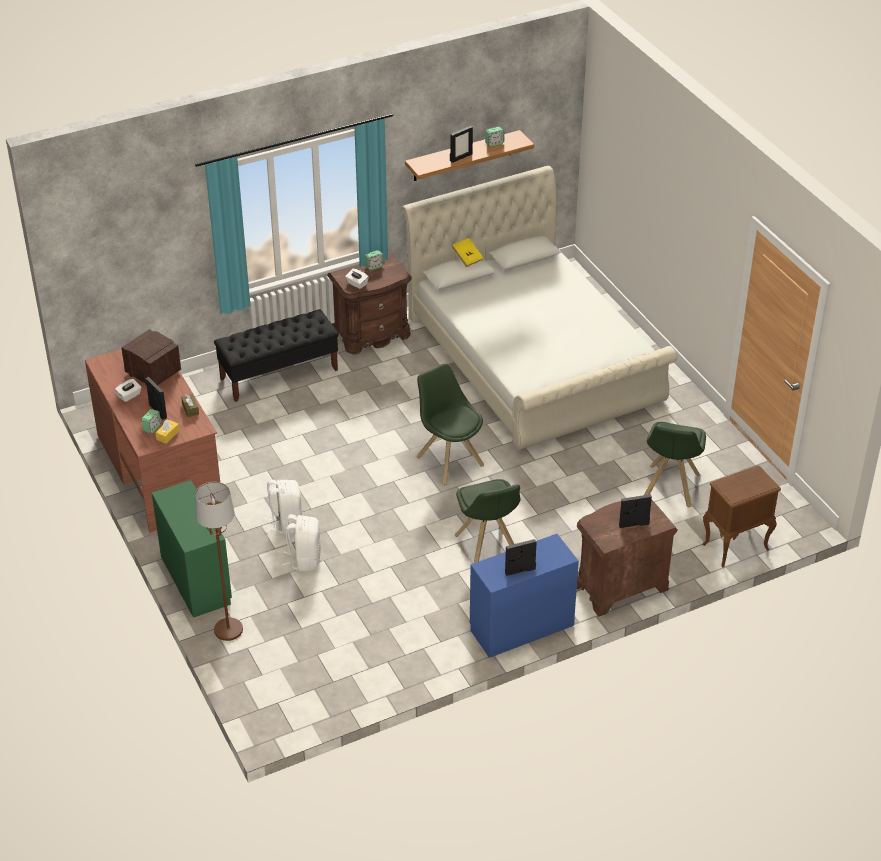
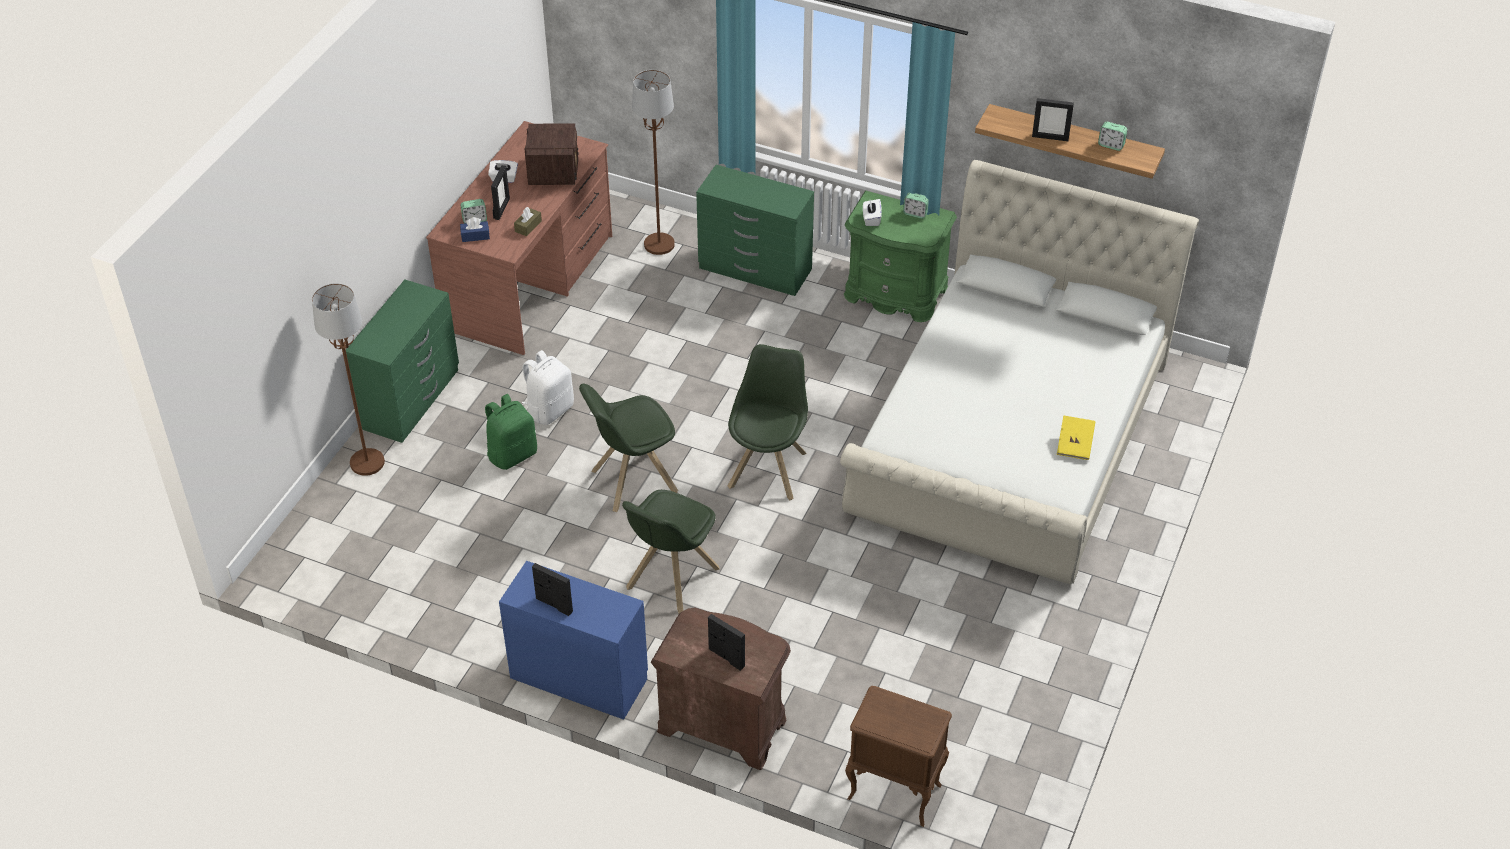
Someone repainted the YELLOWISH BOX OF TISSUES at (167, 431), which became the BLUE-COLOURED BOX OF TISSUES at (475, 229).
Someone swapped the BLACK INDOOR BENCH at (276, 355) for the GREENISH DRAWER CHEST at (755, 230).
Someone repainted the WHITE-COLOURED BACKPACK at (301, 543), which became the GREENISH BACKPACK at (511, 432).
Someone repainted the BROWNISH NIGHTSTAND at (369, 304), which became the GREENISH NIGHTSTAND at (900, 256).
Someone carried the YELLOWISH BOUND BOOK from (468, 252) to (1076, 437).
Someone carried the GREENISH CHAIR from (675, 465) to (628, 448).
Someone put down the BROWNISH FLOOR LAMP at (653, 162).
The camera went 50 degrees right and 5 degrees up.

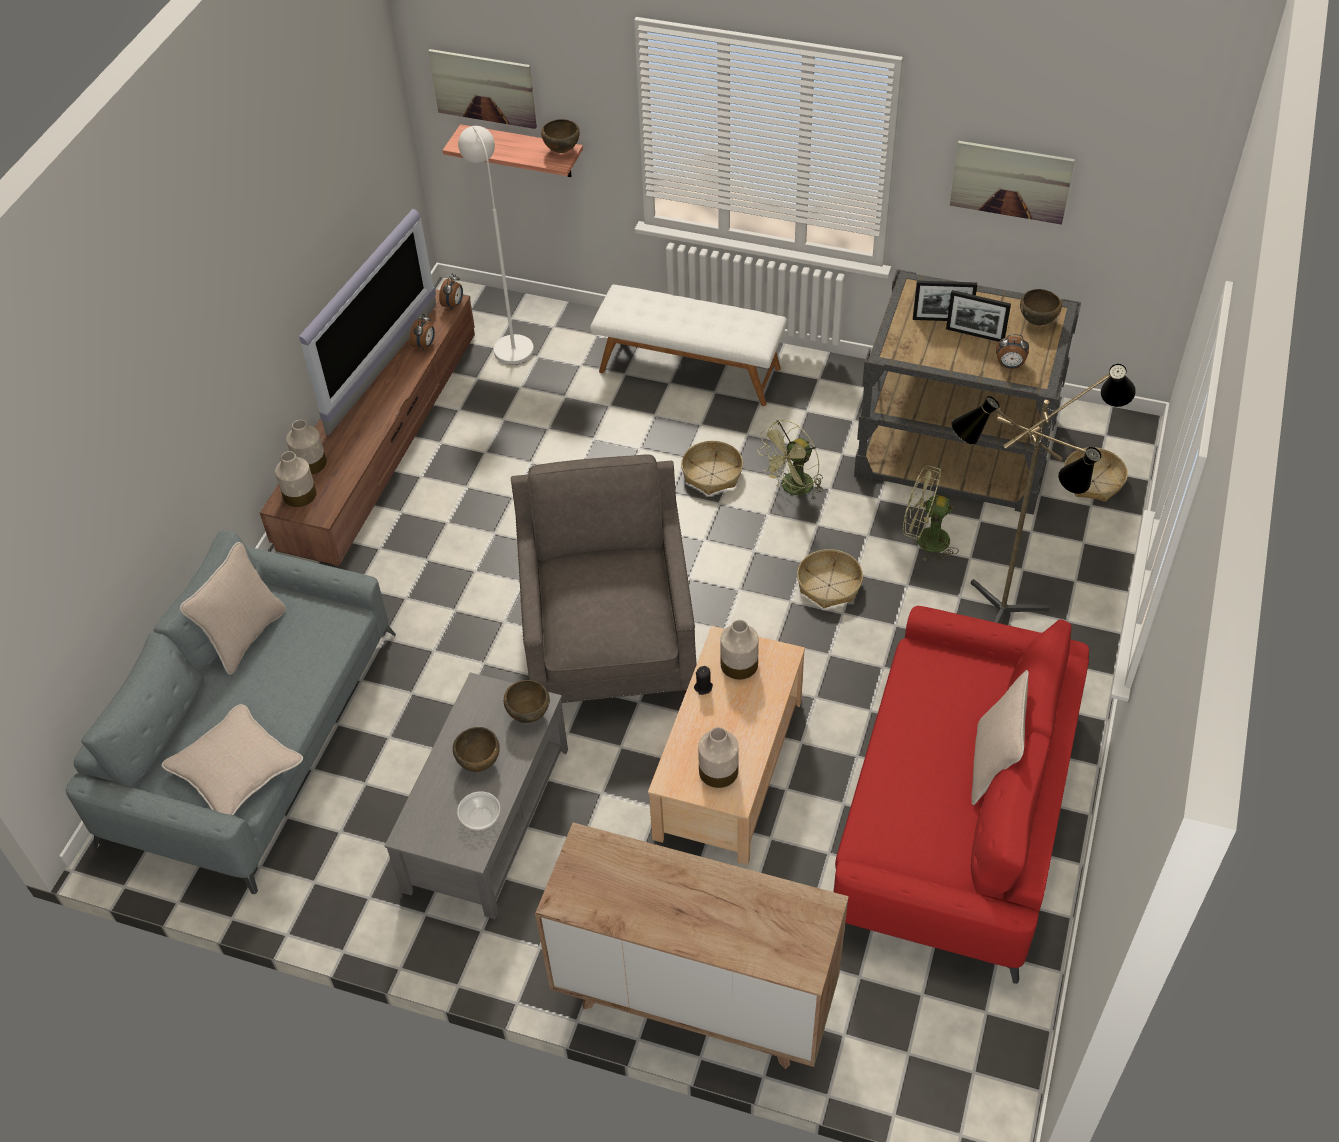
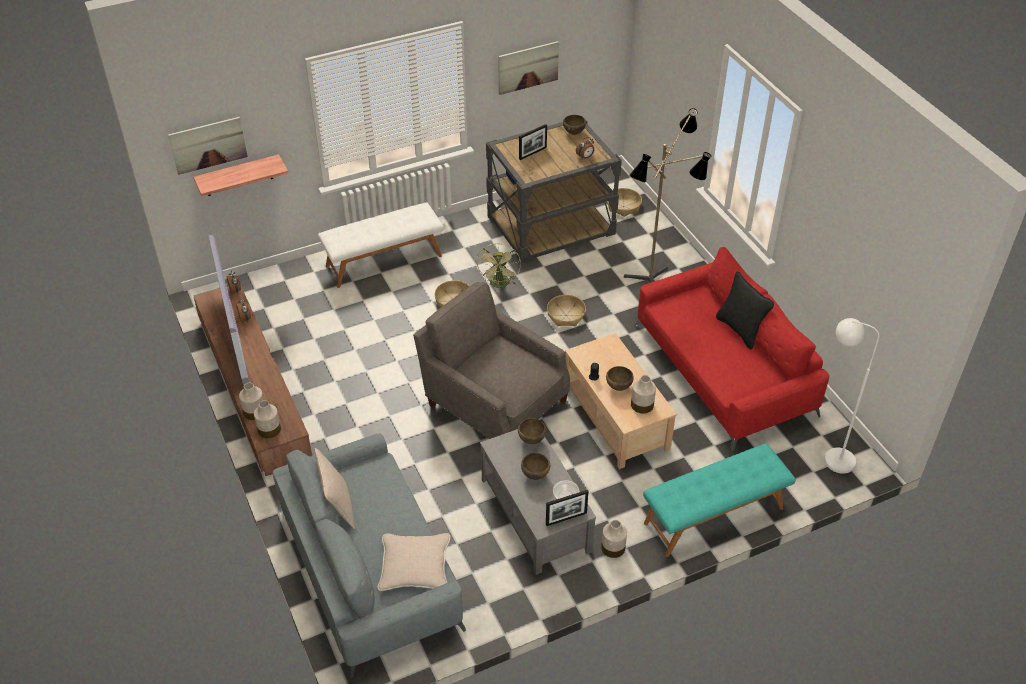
Someone carried the WHITE-COLOURED FLOOR LAMP from (496, 245) to (852, 396).
Someone swapped the DRAWER CHEST at (692, 945) for the BLUE-GREEN INDOOR BENCH at (719, 500).
Someone carried the BROWNISH SERVING BOWL from (560, 136) to (620, 378).
Someone carried the BEIGE DECORATIVE VASE from (739, 649) to (614, 539).
Someone took away the GREENISH FAN at (931, 513).
Someone carried the PHOTO FRAME from (978, 316) to (567, 508).
Someone repainted the BEIGE CUSHION at (1000, 737), which became the BLACK CUSHION at (745, 310).
The camera went 45 degrees left and 5 degrees down.

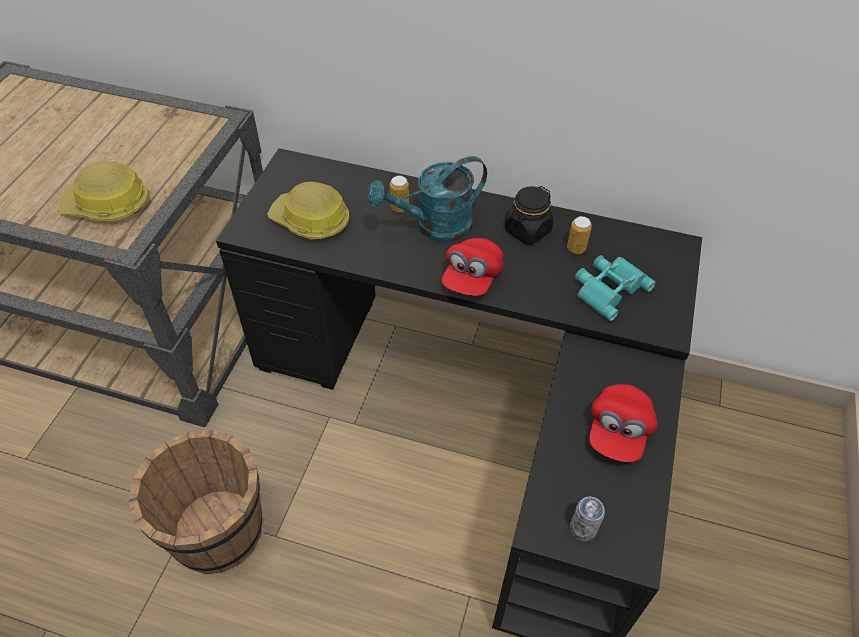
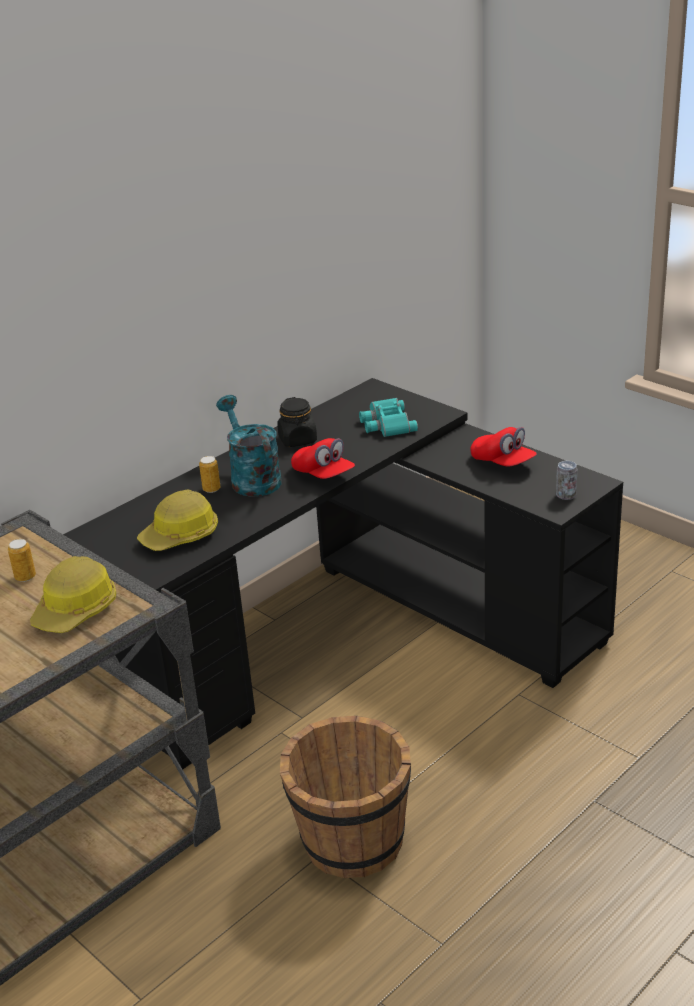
Someone rotated the BLUE-GREEN SPRINKLING CAN at (427, 199) by 150 degrees clockwise.
Someone carried the CAN from (579, 235) to (22, 560).
The camera went 60 degrees left and 20 degrees down.

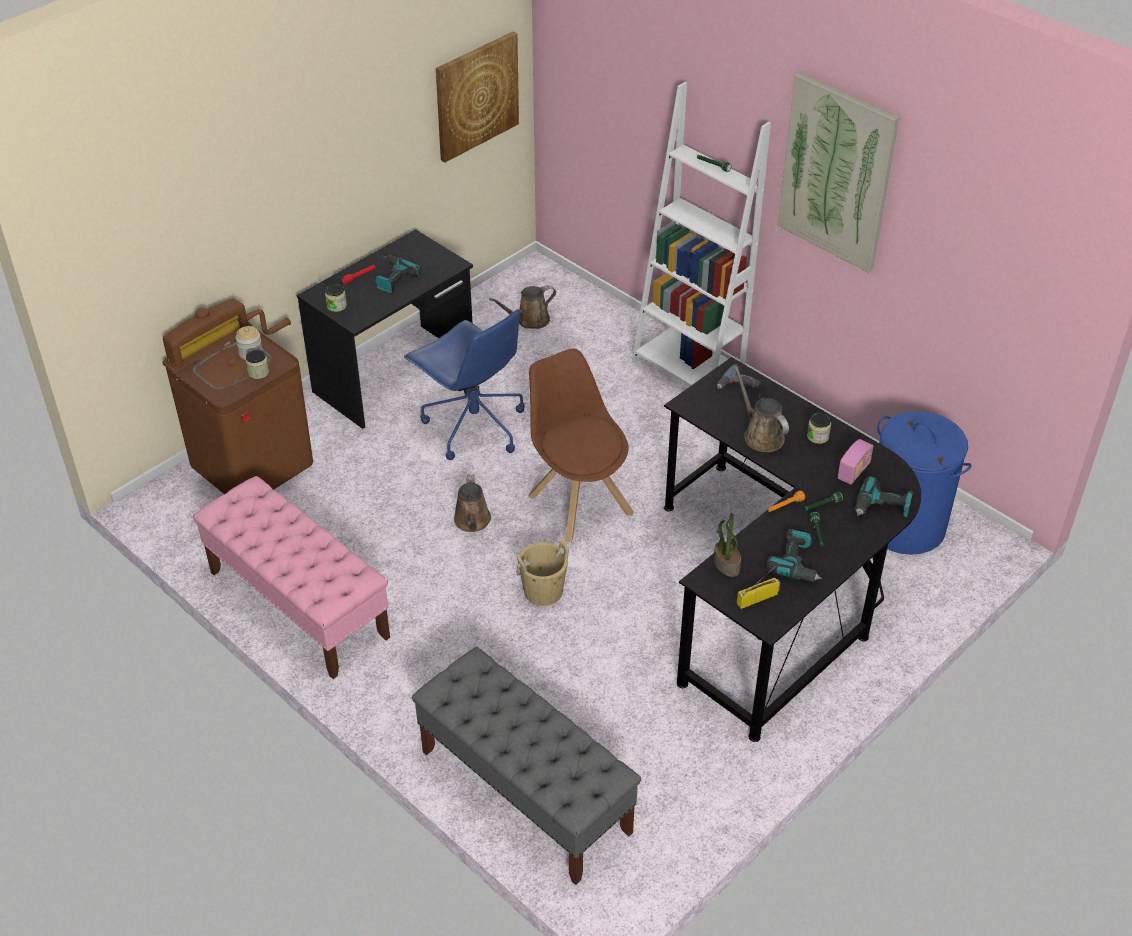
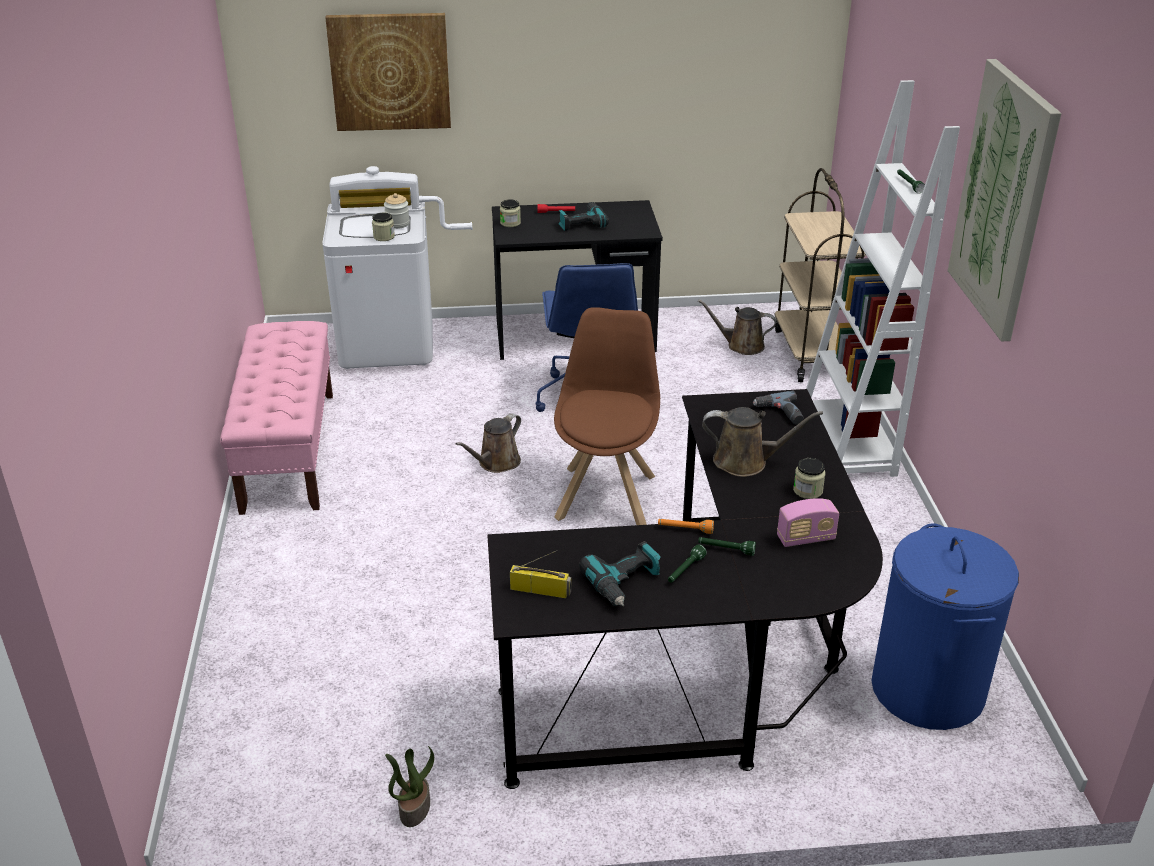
Someone repainted the BROWNISH WASHING MACHINE at (237, 396), which became the WHITE-COLOURED WASHING MACHINE at (397, 267).
Someone took away the GRAY INDOOR BENCH at (526, 766).
Someone carried the WALL PICTURE from (477, 96) to (388, 72).
Someone took away the BEIGE WATER BUCKET at (543, 573).
Someone carried the POTTED PLANT from (727, 545) to (409, 786).
Someone rotated the BROWNISH SPRINKLING CAN at (761, 409) by 90 degrees clockwise.
Someone took away the DRILL at (884, 496).
Someone put down the BEIGE CART at (820, 275).
The camera went 40 degrees right and 10 degrees down.

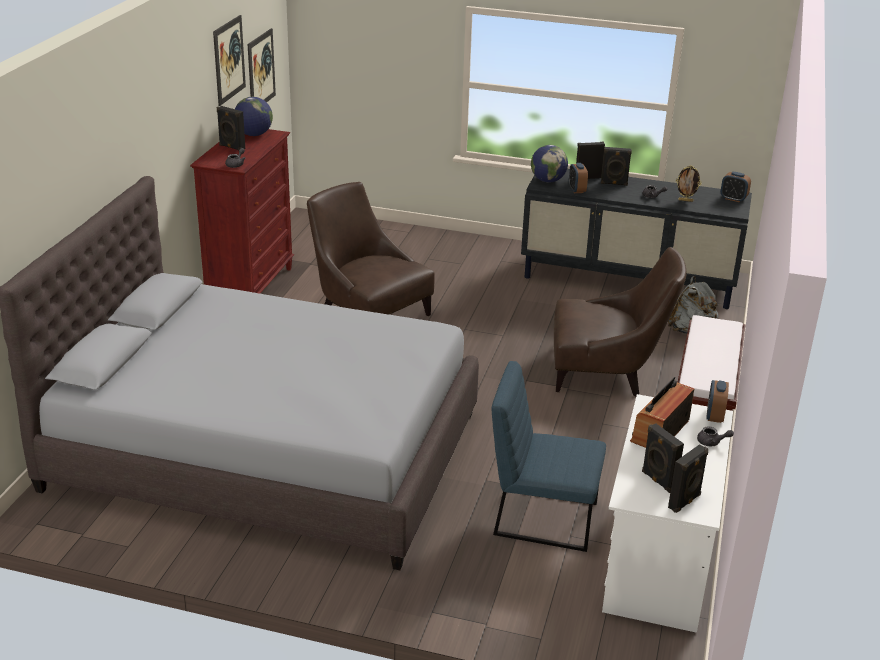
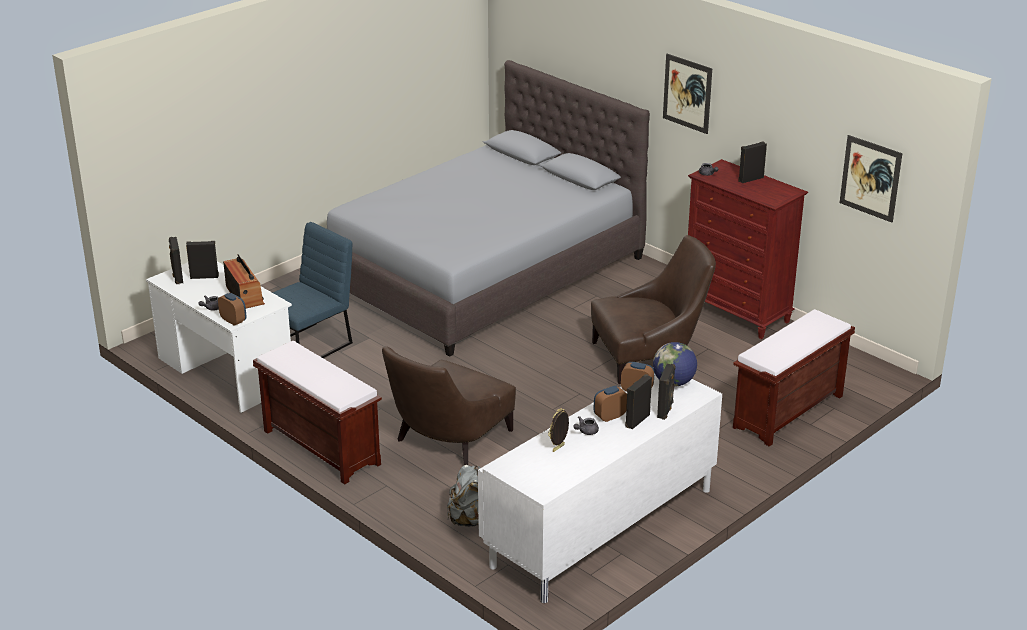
Someone carried the WALL PICTURE from (229, 60) to (687, 94).
Someone took away the DESK GLOBE at (254, 116).
Someone repainted the BLACK CUPBOARD at (636, 239), which became the WHITE-COLOURED CUPBOARD at (600, 488).
Someone carried the TABLE CLOCK from (736, 187) to (610, 404).
Someone put down the BROWNISH INDOOR BENCH at (794, 377).
The camera went 120 degrees right and 0 degrees up.

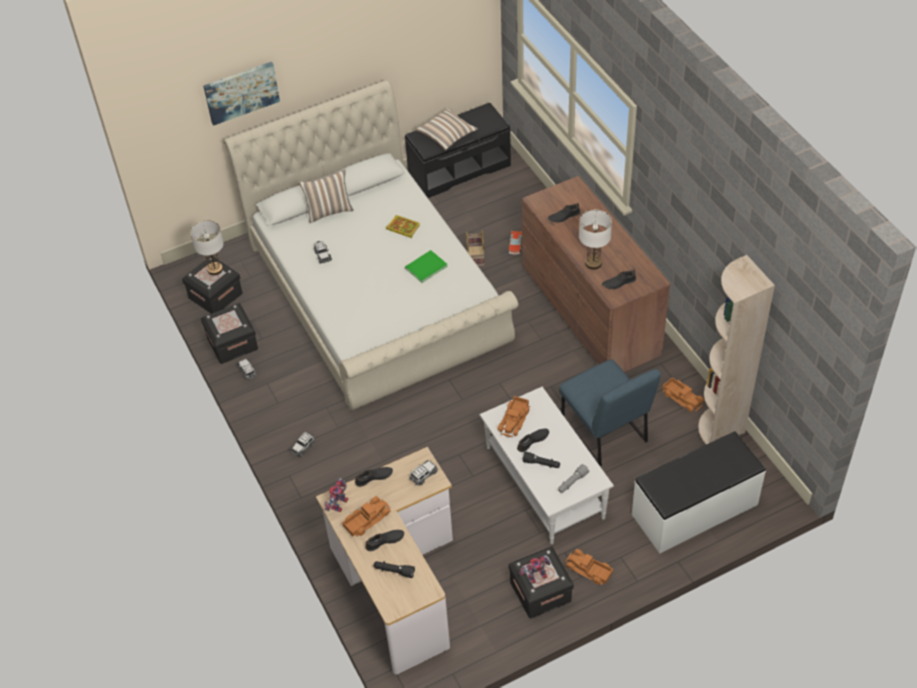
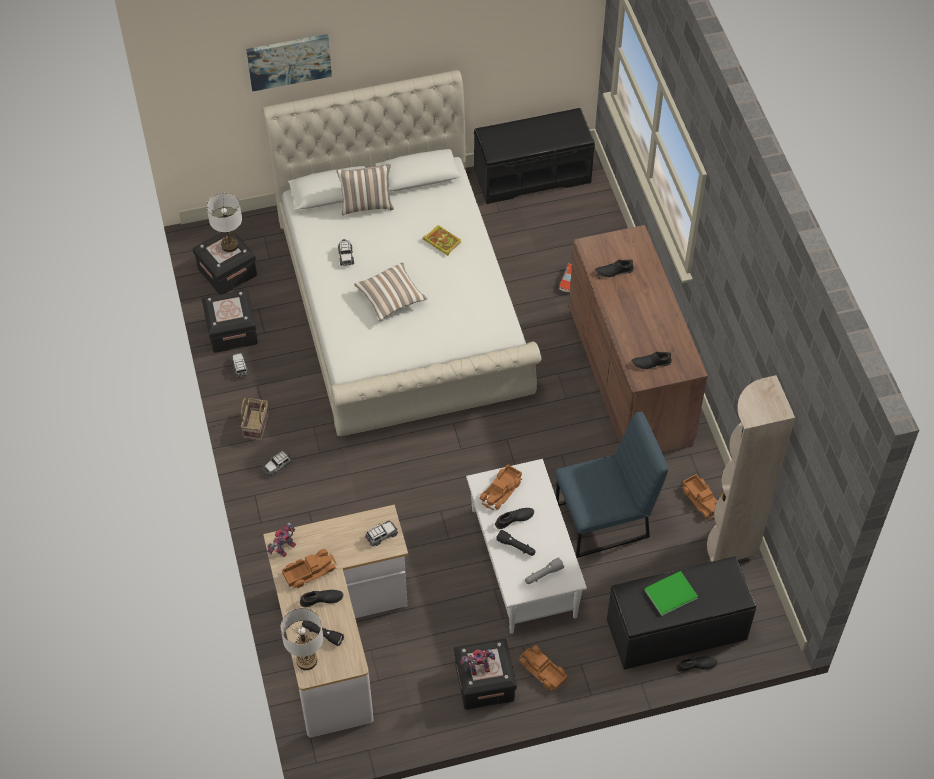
Someone carried the BLACK LOW SHOE from (374, 477) to (697, 664).
Someone carried the GREENISH BOUND BOOK from (426, 266) to (671, 593).
Someone carried the CUSHION from (447, 129) to (391, 291).
Someone carried the BASKET from (475, 248) to (255, 419).
Someone rotated the BLUE-COLOURED CHAIR at (610, 413) by 90 degrees counterclockwise.
Someone carried the TABLE LAMP from (595, 240) to (302, 639).
Someone repainted the WHITE-COLOURED INDOOR BENCH at (699, 492), which became the BLACK INDOOR BENCH at (682, 613).
The camera went 10 degrees right and 5 degrees up.

